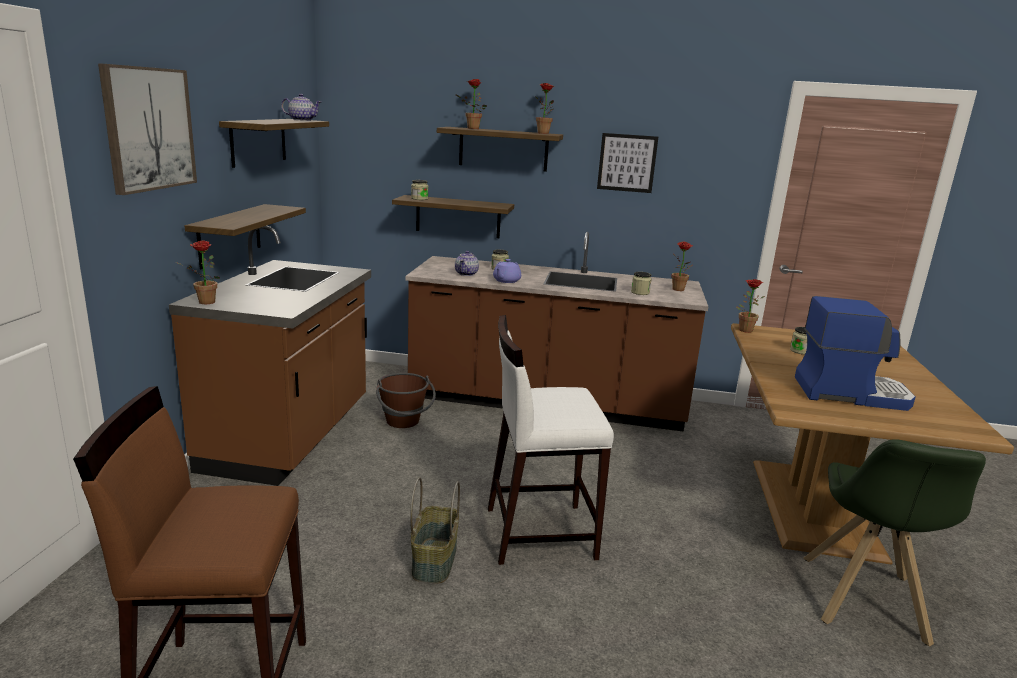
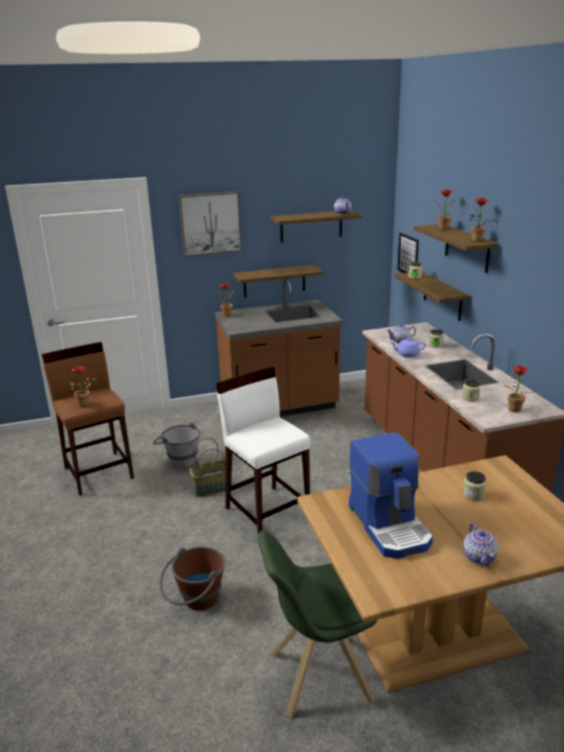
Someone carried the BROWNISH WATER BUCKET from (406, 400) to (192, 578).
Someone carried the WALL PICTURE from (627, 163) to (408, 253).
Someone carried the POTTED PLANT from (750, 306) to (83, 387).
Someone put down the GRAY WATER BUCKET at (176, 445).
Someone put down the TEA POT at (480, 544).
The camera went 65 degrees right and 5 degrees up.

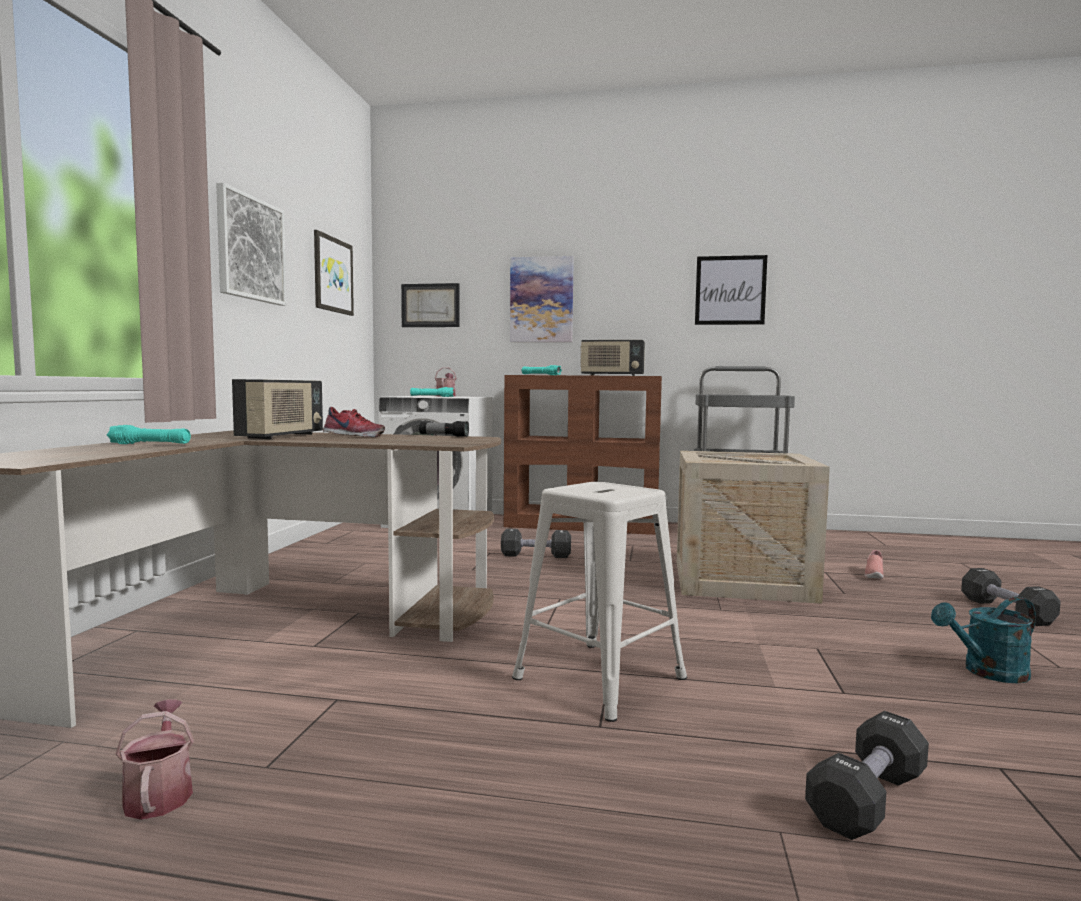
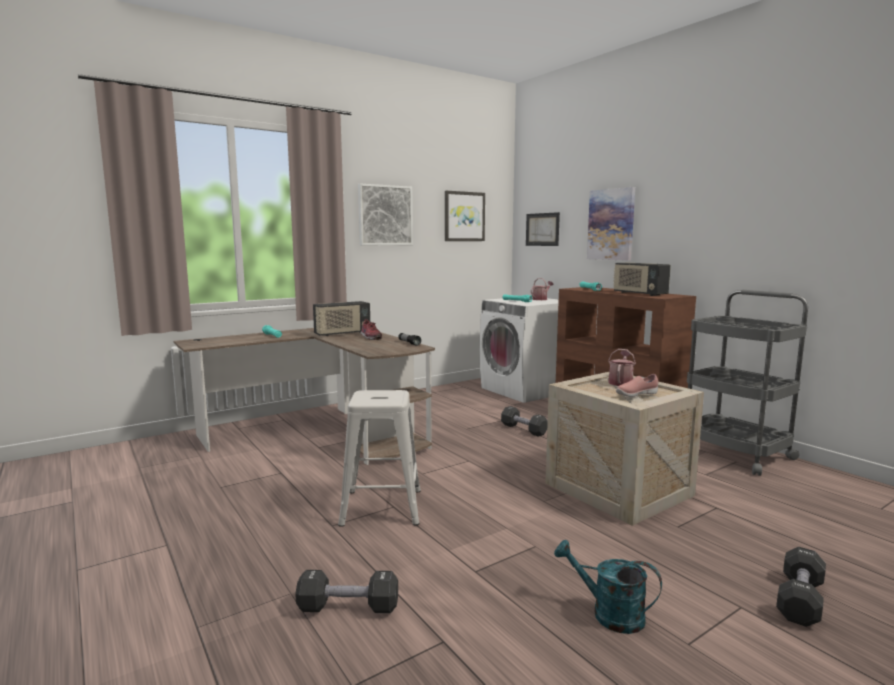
Someone carried the SPRINKLING CAN from (154, 759) to (622, 367).
Someone took away the WALL PICTURE at (731, 290).
Someone carried the PINK-COLOURED LOW SHOE from (874, 564) to (637, 385).
The camera went 45 degrees right and 5 degrees up.

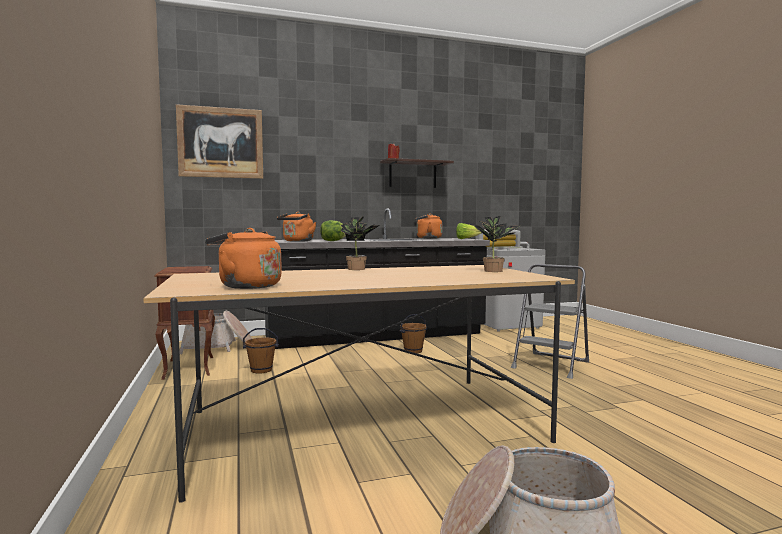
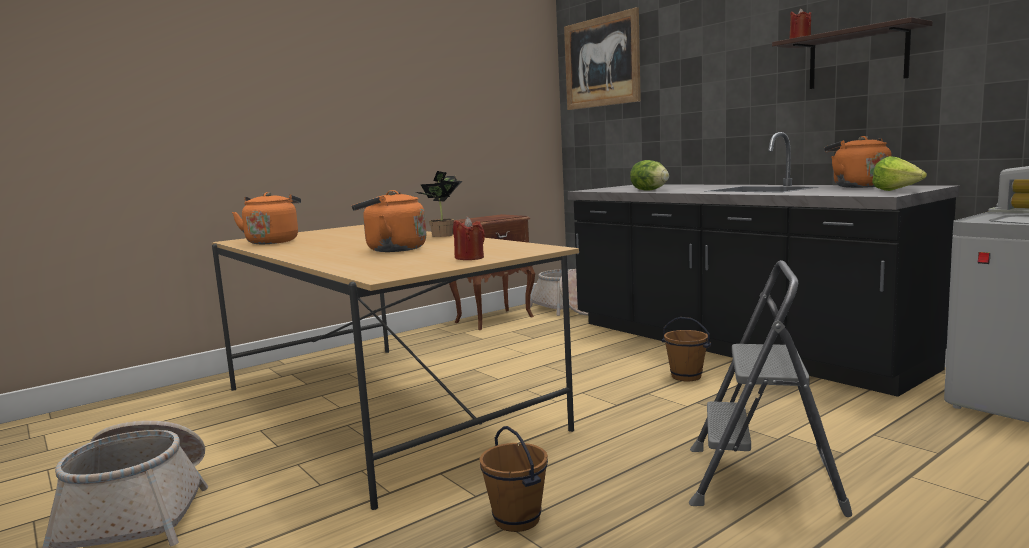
Someone carried the BROWNISH WATER BUCKET from (261, 351) to (514, 479).
Someone carried the ORANGEY TEA KETTLE from (297, 227) to (389, 221).
Someone swapped the POTTED PLANT at (496, 244) for the REDDISH CANDLE at (469, 238).
The camera went 70 degrees right and 5 degrees up.

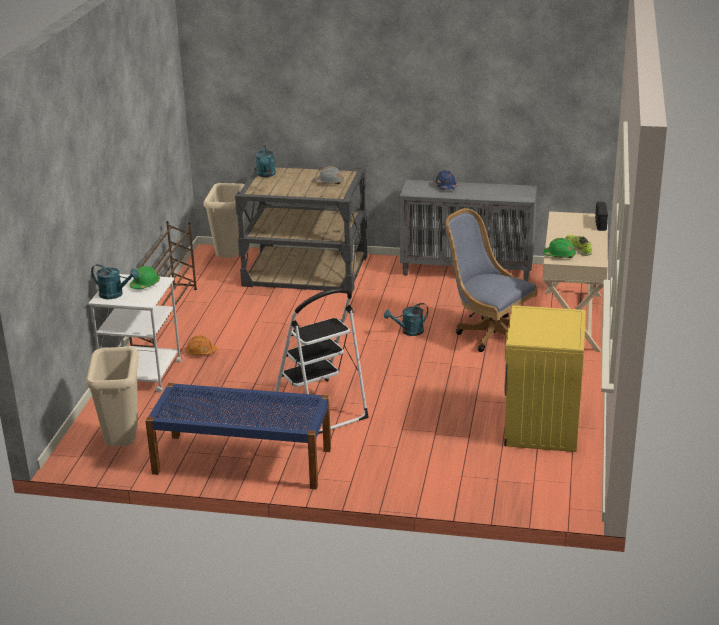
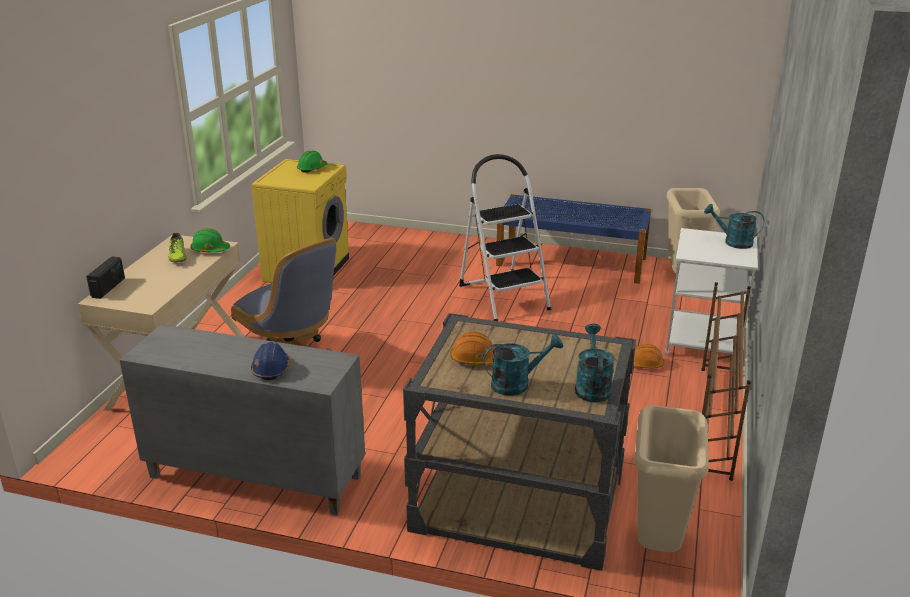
Someone carried the GREENISH HARD HAT from (145, 277) to (312, 162).
Someone repainted the GRAY HARD HAT at (329, 175), which became the ORANGEY HARD HAT at (472, 348).
Someone carried the BLUE-GREEN SPRINKLING CAN from (406, 319) to (523, 365).
The camera went 175 degrees left and 0 degrees up.

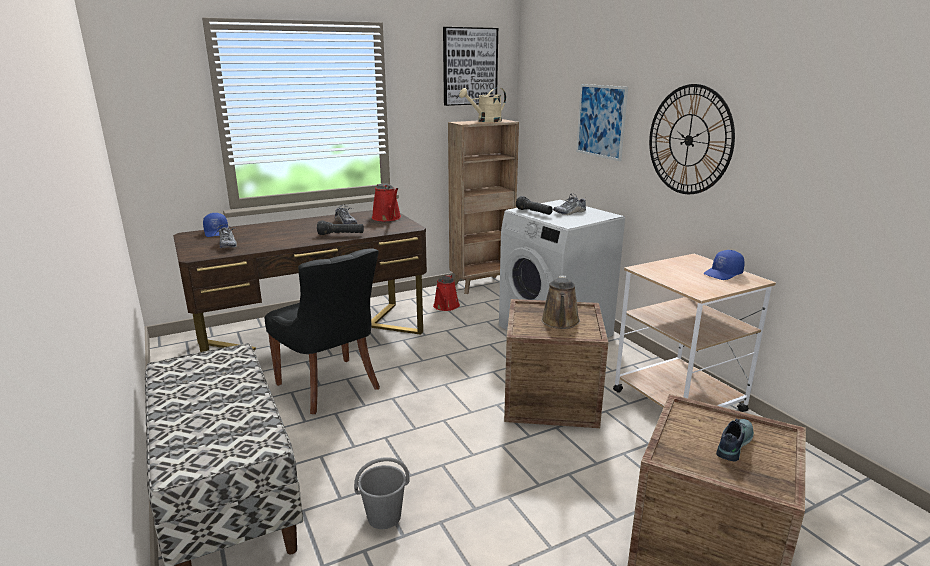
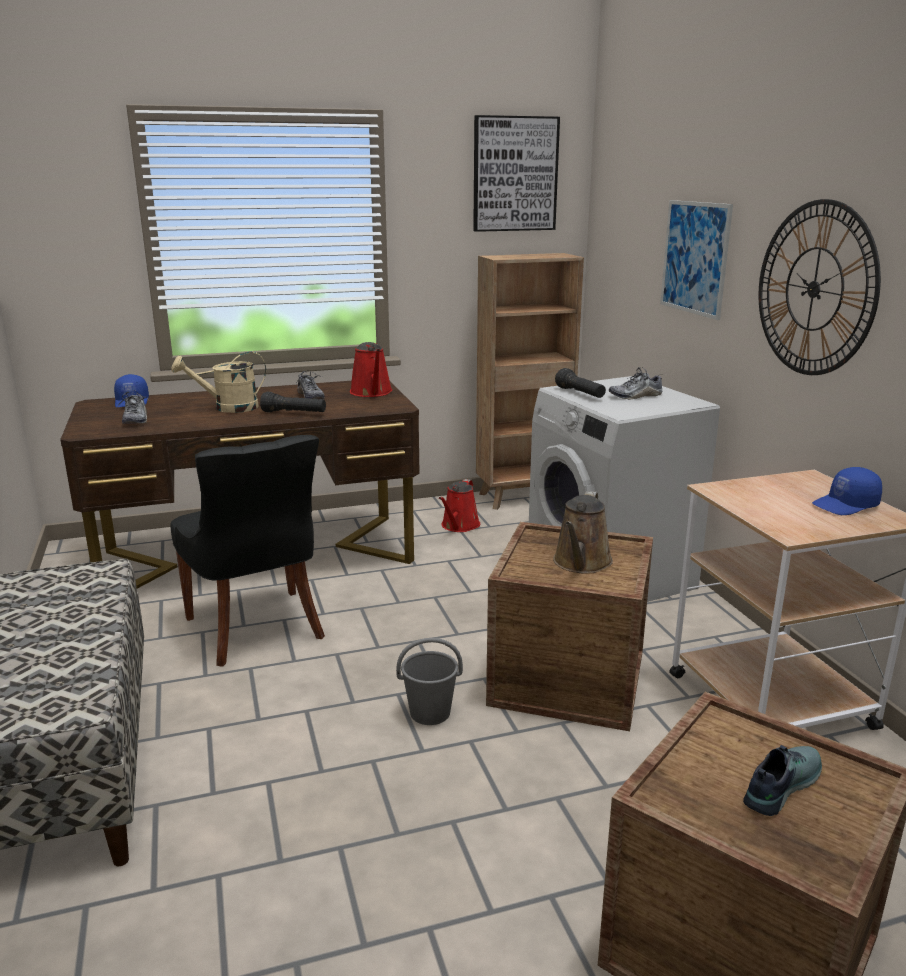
Someone carried the GRAY WATER BUCKET from (381, 493) to (429, 681).
Someone carried the BEIGE SPRINKLING CAN from (482, 105) to (218, 382).
The camera went 10 degrees right and 0 degrees up.

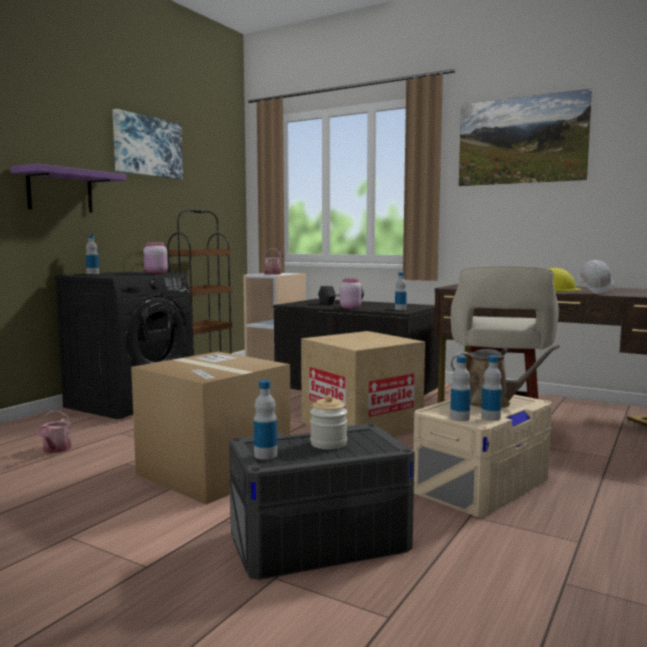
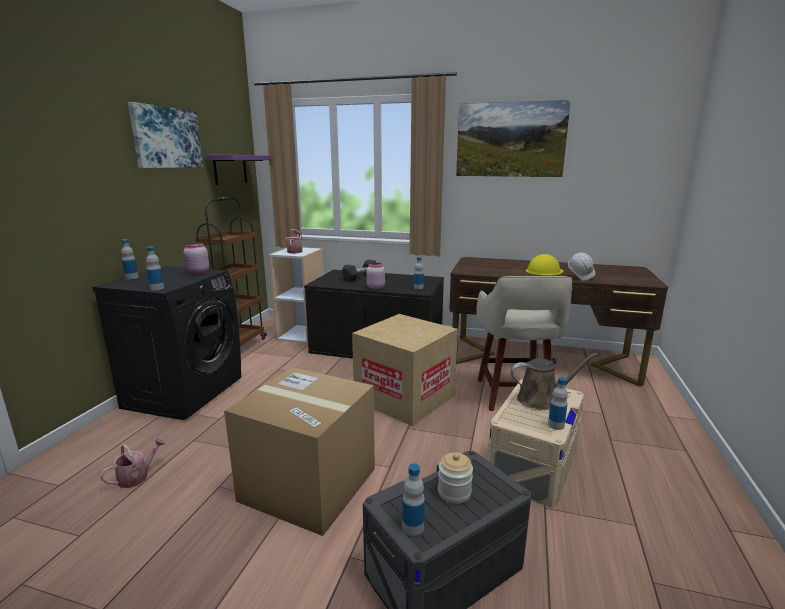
Someone carried the PURPLISH BRACKET SHELF from (68, 187) to (239, 170).
Someone rotated the SPRINKLING CAN at (54, 432) by 120 degrees counterclockwise.
Someone carried the DRINK BOTTLE from (460, 388) to (155, 268).
The camera went 15 degrees left and 10 degrees up.

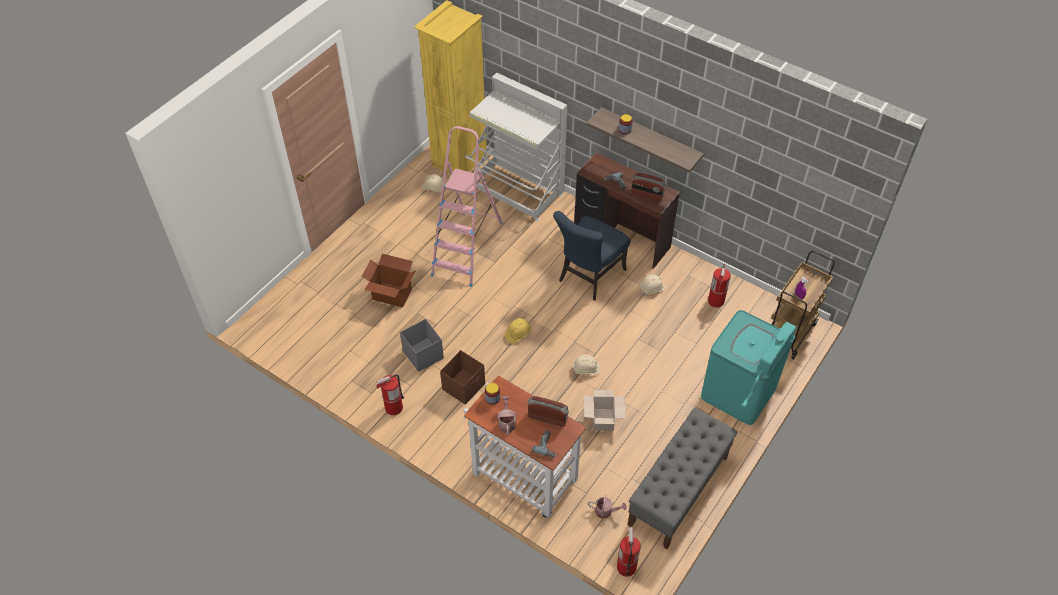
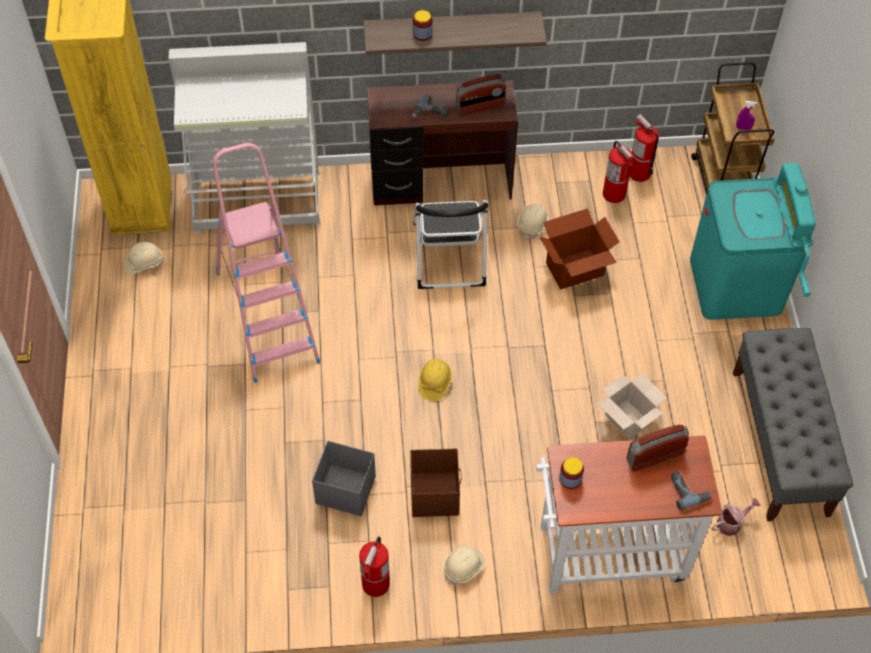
Someone carried the CARTON from (388, 281) to (580, 248).
Someone took away the SPRINKLING CAN at (507, 415).
Someone swapped the BLUE-COLOURED CHAIR at (592, 255) for the STEP STOOL at (450, 244).
Someone carried the BEIGE HARD HAT from (586, 364) to (464, 565).
Someone carried the FIRE-FIGHTING CYLINDER from (629, 551) to (644, 148).
The camera went 40 degrees left and 5 degrees up.

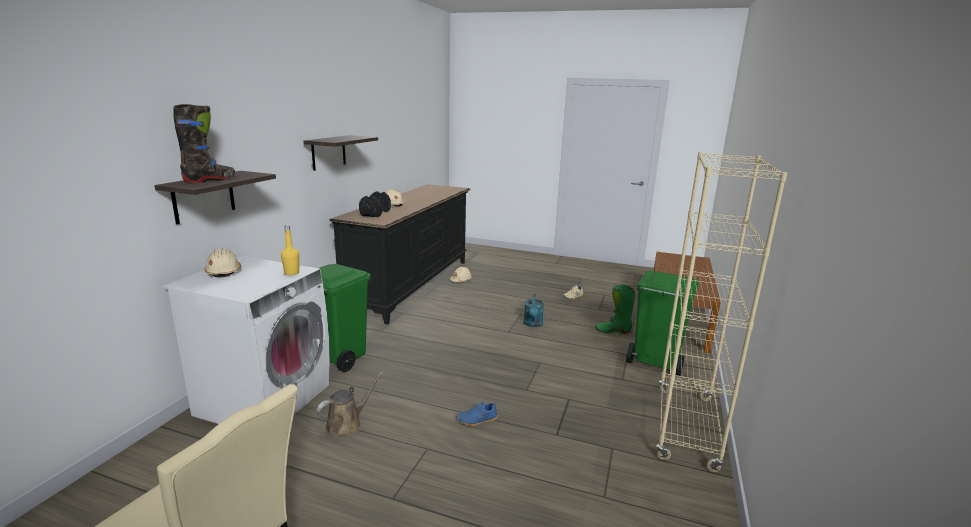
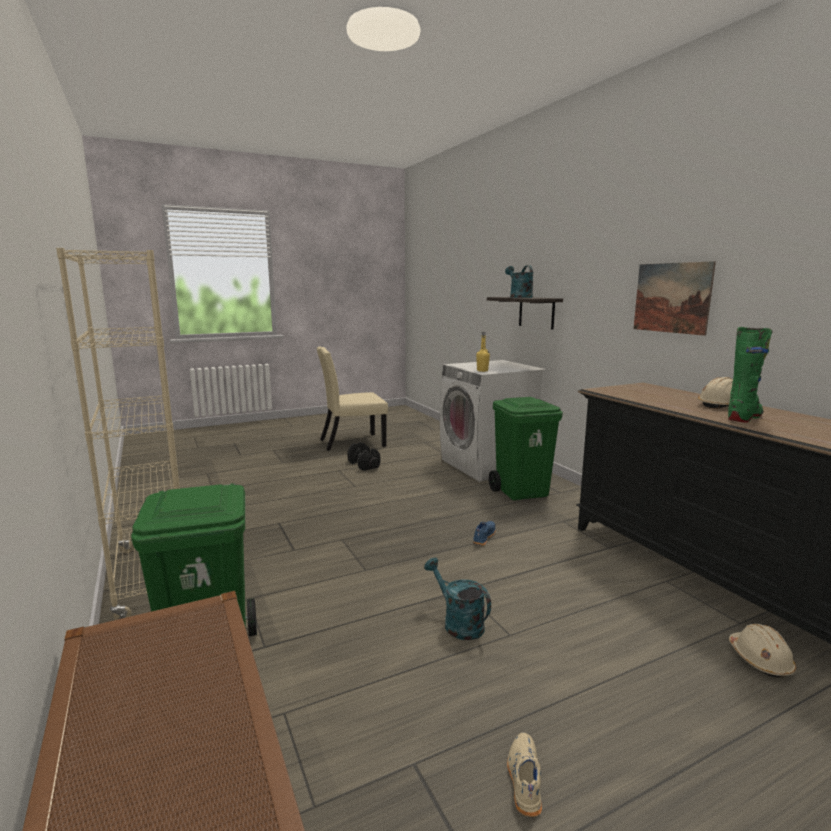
Someone swapped the BLACK HIGH-TOP BOOT at (204, 143) for the BLUE-GREEN SPRINKLING CAN at (519, 281).
Someone took away the BEIGE HARD HAT at (222, 262).
Someone swapped the BRACKET SHELF at (340, 153) for the WALL PICTURE at (675, 298).
Someone took away the BROWNISH SPRINKLING CAN at (350, 404).
Someone carried the BLACK FREE WEIGHT from (375, 204) to (364, 456).
Someone carried the BLUE-COLOURED LOW SHOE from (477, 414) to (484, 533).
Someone carried the GREENISH HIGH-TOP BOOT from (615, 309) to (750, 375).
The camera went 135 degrees right and 5 degrees down.

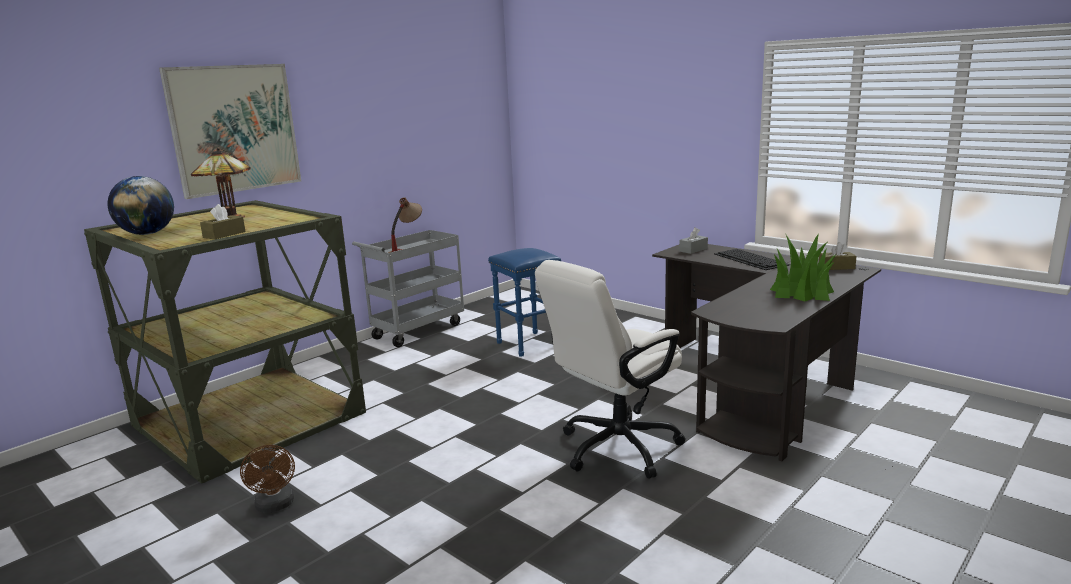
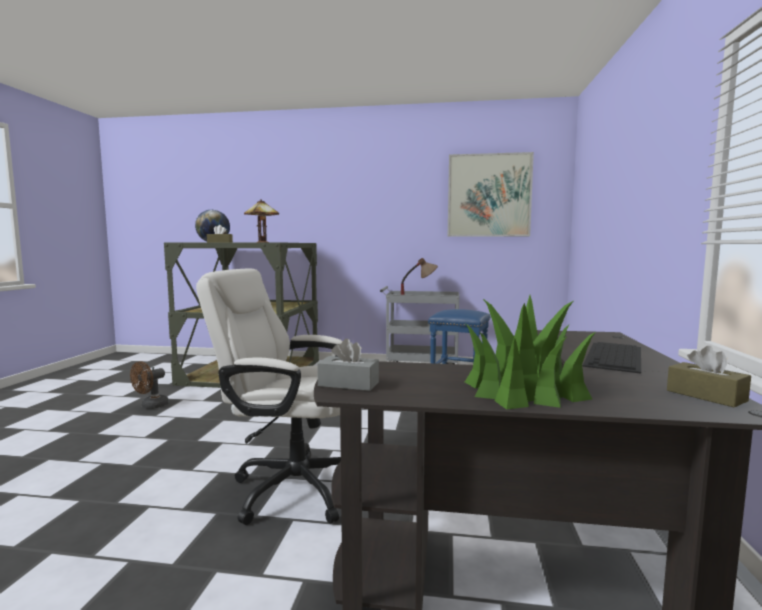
Someone carried the WALL PICTURE from (230, 131) to (491, 194).
Someone carried the GRAY BOX OF TISSUES from (693, 240) to (348, 364).
The camera went 55 degrees right and 10 degrees down.

